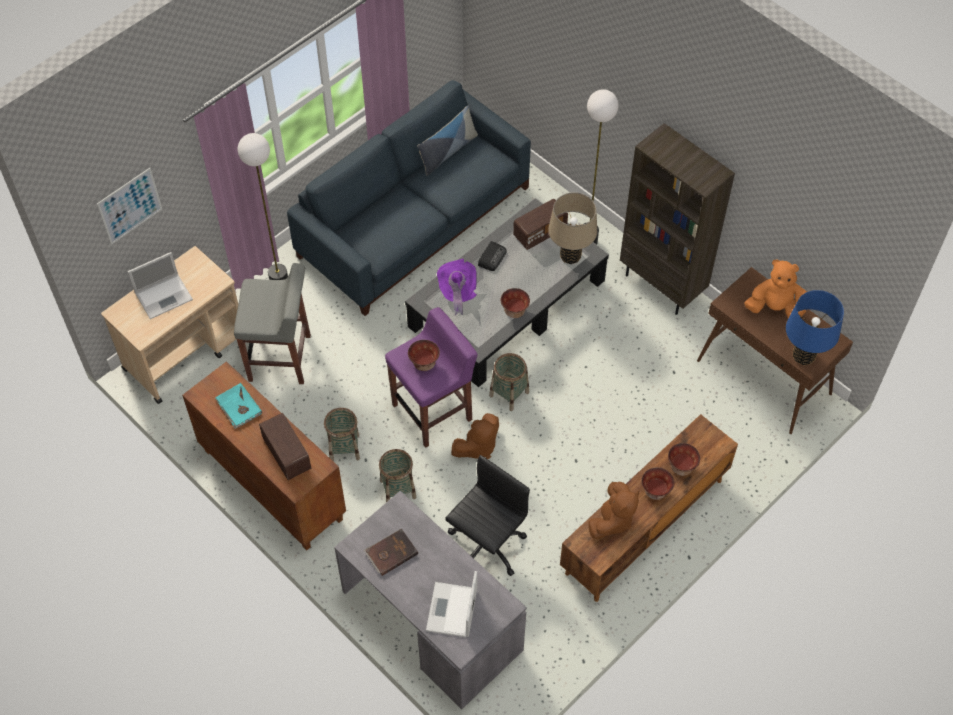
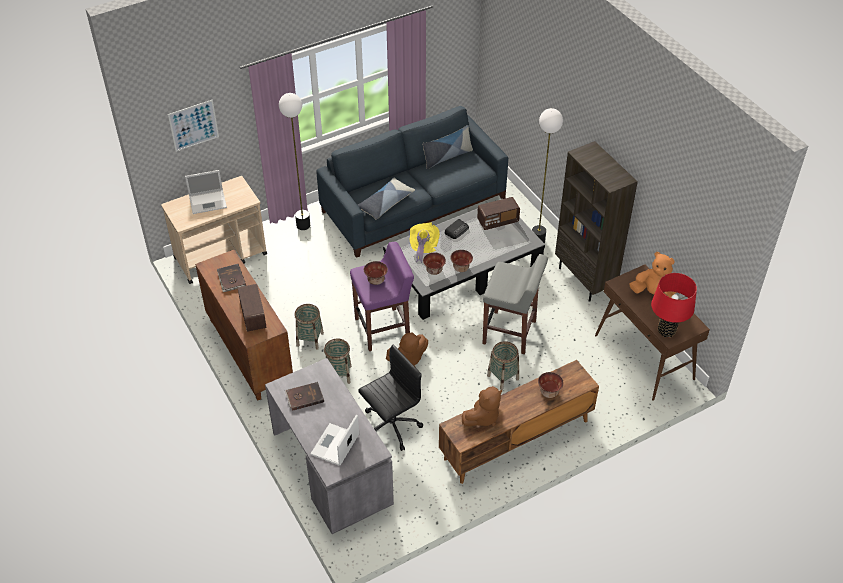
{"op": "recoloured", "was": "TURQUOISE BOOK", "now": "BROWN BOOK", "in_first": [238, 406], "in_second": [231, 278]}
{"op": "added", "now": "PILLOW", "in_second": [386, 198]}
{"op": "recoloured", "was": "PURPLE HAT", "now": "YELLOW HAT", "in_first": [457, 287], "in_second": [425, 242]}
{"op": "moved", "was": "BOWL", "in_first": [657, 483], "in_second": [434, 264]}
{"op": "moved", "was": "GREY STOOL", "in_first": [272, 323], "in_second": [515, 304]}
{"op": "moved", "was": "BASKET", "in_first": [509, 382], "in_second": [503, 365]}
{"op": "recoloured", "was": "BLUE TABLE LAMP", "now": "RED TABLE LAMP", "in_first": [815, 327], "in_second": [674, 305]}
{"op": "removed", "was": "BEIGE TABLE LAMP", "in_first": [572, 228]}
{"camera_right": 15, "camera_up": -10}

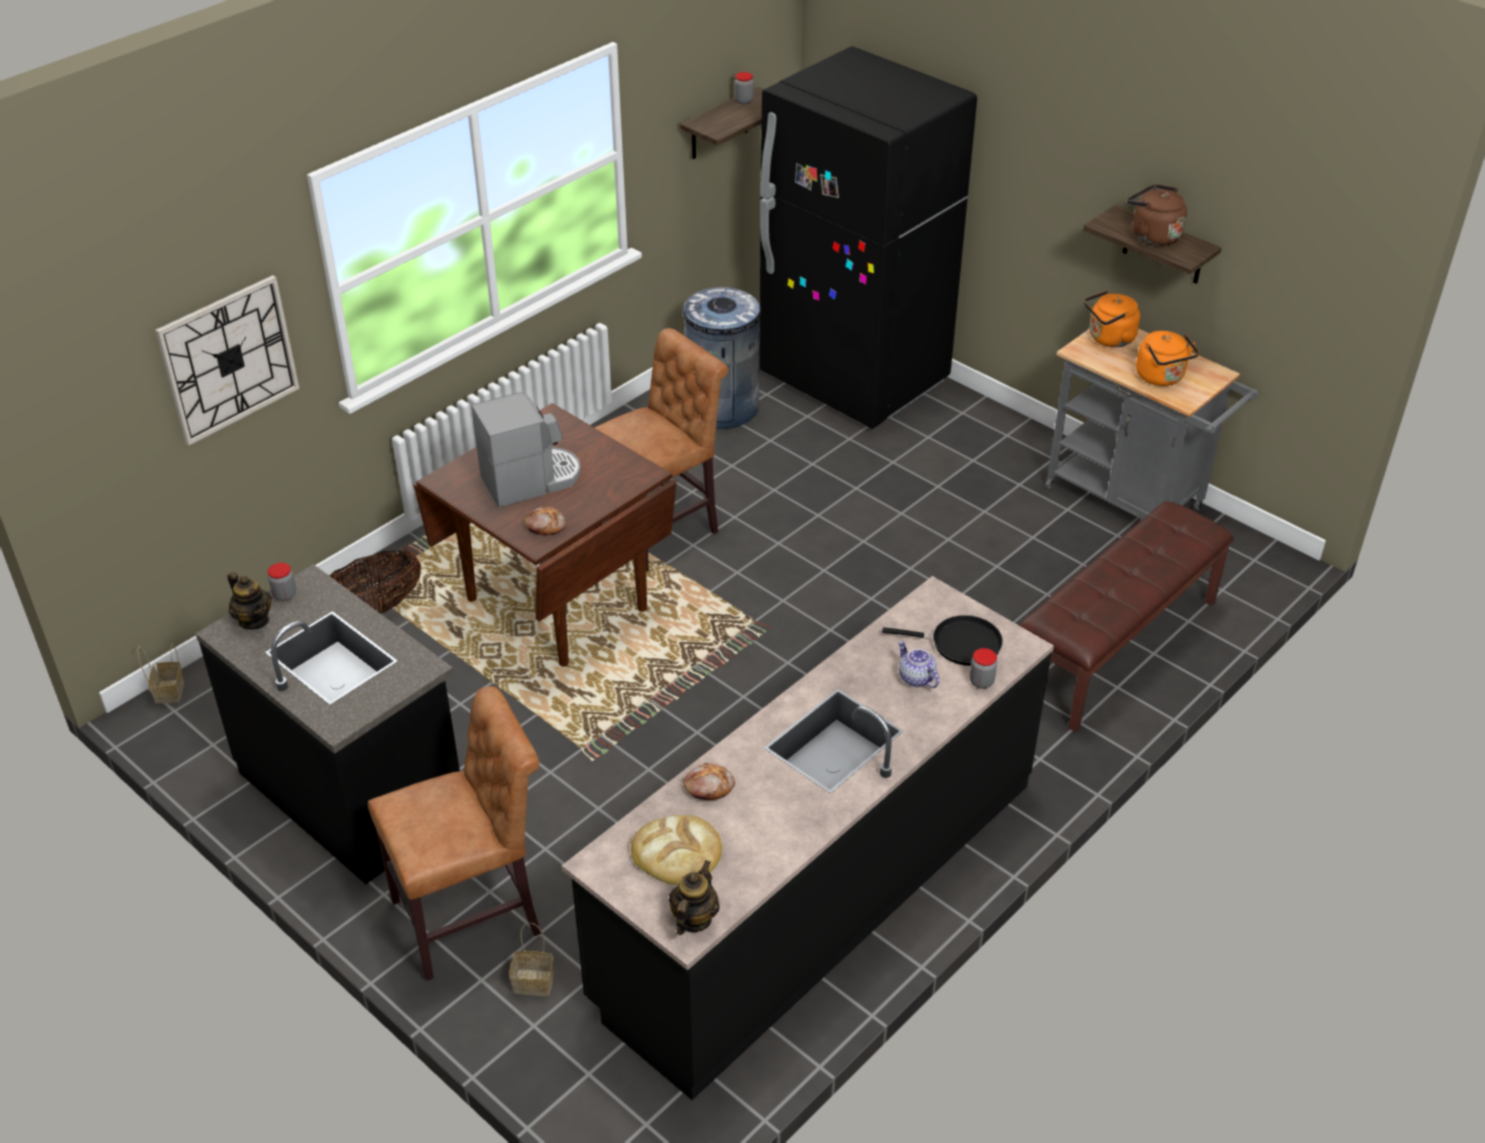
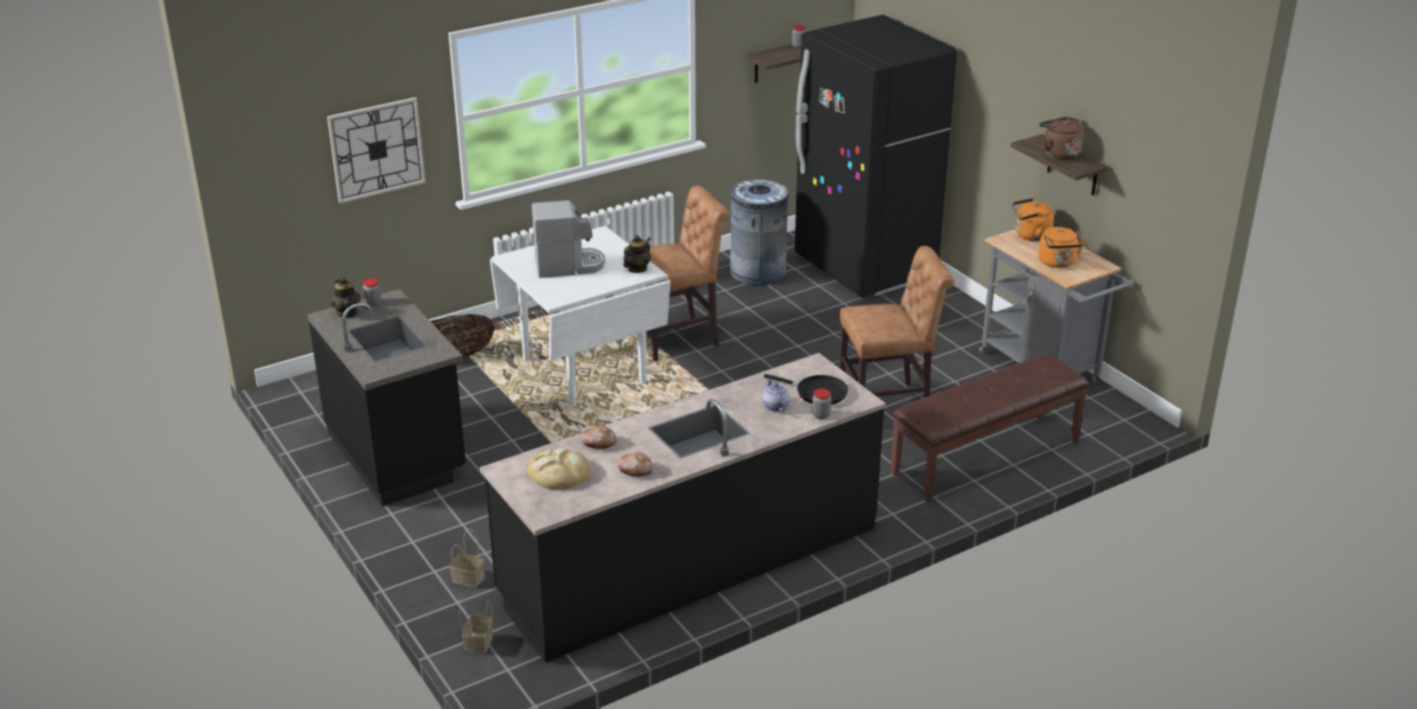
{"op": "moved", "was": "BASKET", "in_first": [161, 673], "in_second": [476, 625]}
{"op": "recoloured", "was": "BROWN DINING TABLE", "now": "WHITE DINING TABLE", "in_first": [545, 535], "in_second": [580, 316]}
{"op": "moved", "was": "BREAD", "in_first": [545, 520], "in_second": [635, 464]}
{"op": "moved", "was": "TEAPOT", "in_first": [694, 897], "in_second": [637, 254]}
{"op": "moved", "was": "BROWN CHAIR", "in_first": [454, 833], "in_second": [896, 322]}
{"camera_right": 15, "camera_up": -10}

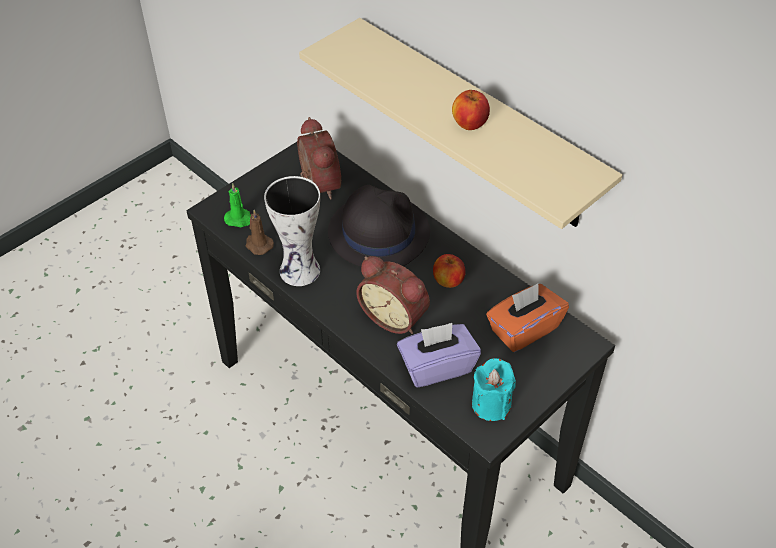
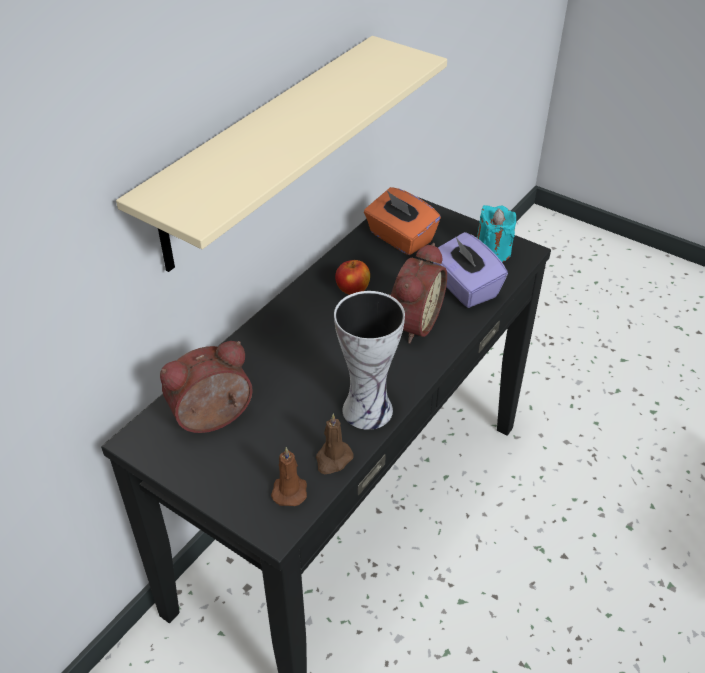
{"op": "recoloured", "was": "GREEN CANDLE", "now": "BROWN CANDLE", "in_first": [237, 205], "in_second": [289, 476]}
{"op": "removed", "was": "BLACK HAT", "in_first": [379, 225]}
{"op": "removed", "was": "APPLE", "in_first": [471, 110]}
{"camera_right": -100, "camera_up": -5}

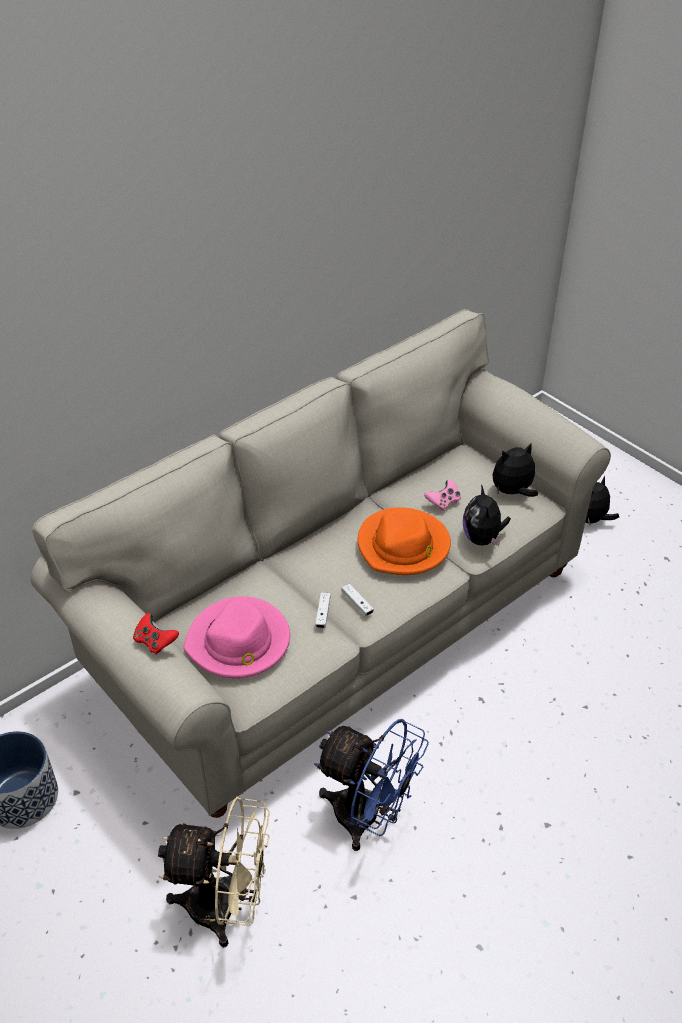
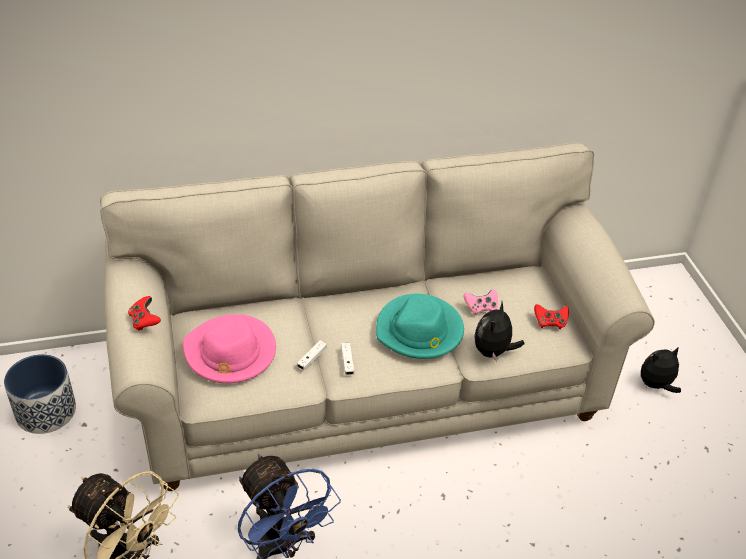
{"op": "recoloured", "was": "ORANGE HAT", "now": "TURQUOISE HAT", "in_first": [404, 541], "in_second": [420, 326]}
{"op": "replaced", "was": "PLUSH TOY", "now": "RED GAME CONTROLLER", "in_first": [515, 469], "in_second": [551, 316]}
{"camera_right": 25, "camera_up": 0}

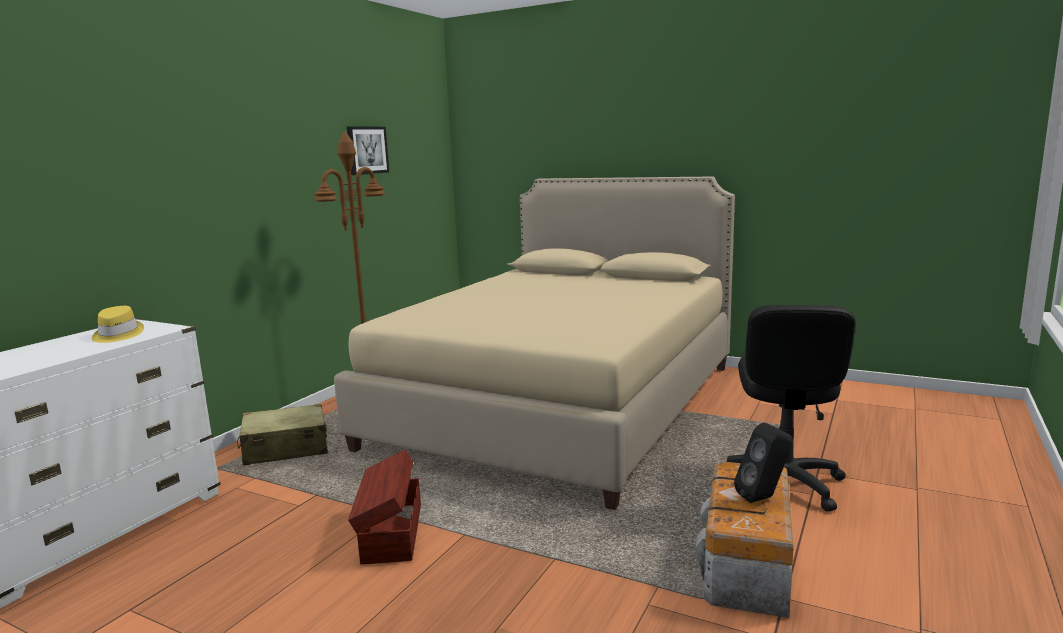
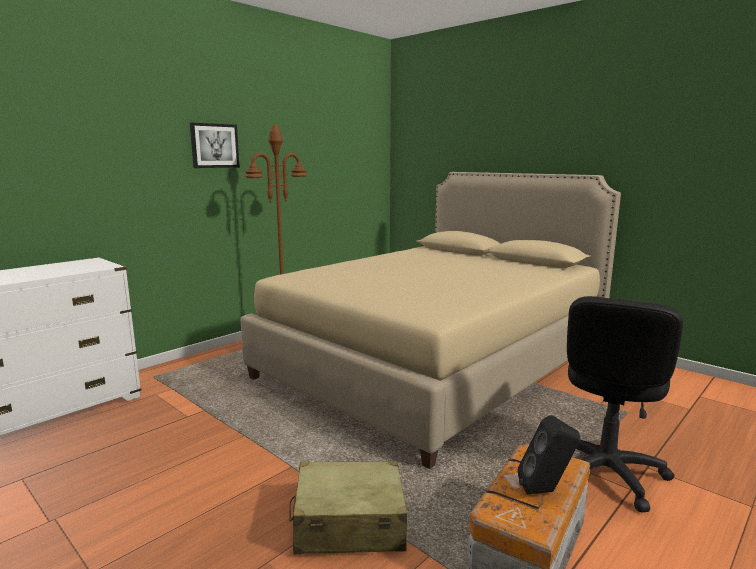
{"op": "moved", "was": "PICTURE", "in_first": [368, 150], "in_second": [214, 145]}
{"op": "moved", "was": "BEIGE SUITCASE", "in_first": [282, 435], "in_second": [348, 508]}
{"op": "removed", "was": "YELLOW HAT", "in_first": [118, 324]}
{"op": "removed", "was": "BROWN STORAGE BOX", "in_first": [384, 506]}
{"camera_right": 15, "camera_up": 0}

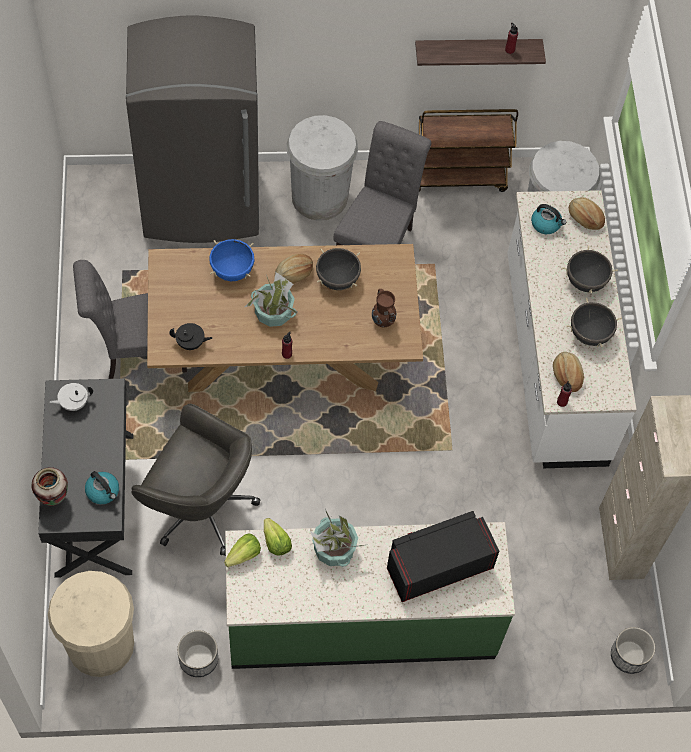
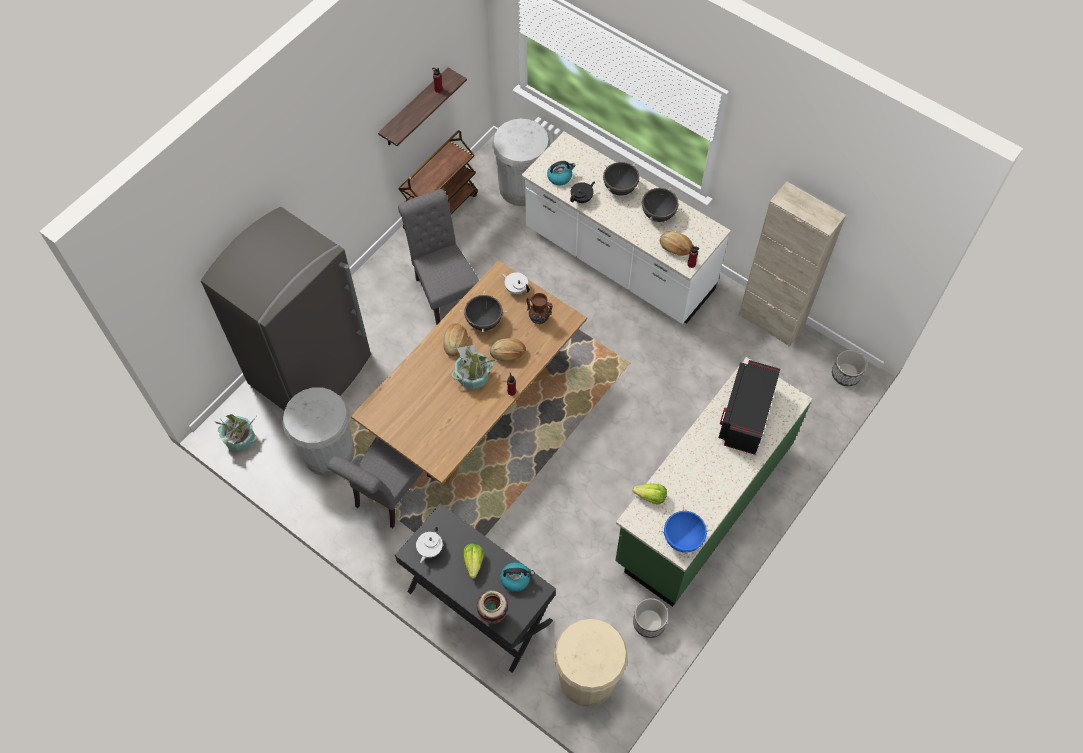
{"op": "moved", "was": "POTTED PLANT", "in_first": [339, 538], "in_second": [235, 433]}
{"op": "moved", "was": "WHITE TRASH CAN", "in_first": [322, 168], "in_second": [318, 431]}
{"op": "moved", "was": "LETTUCE", "in_first": [242, 550], "in_second": [473, 561]}
{"op": "moved", "was": "BREAD", "in_first": [587, 213], "in_second": [508, 349]}
{"op": "added", "now": "WHITE TEAPOT", "in_second": [515, 283]}
{"op": "moved", "was": "BLACK TEAPOT", "in_first": [191, 336], "in_second": [582, 192]}
{"op": "moved", "was": "BLUE COOKING POT", "in_first": [232, 260], "in_second": [685, 531]}
{"op": "removed", "was": "GREY OFFICE CHAIR", "in_first": [196, 480]}
{"camera_right": -45, "camera_up": 0}

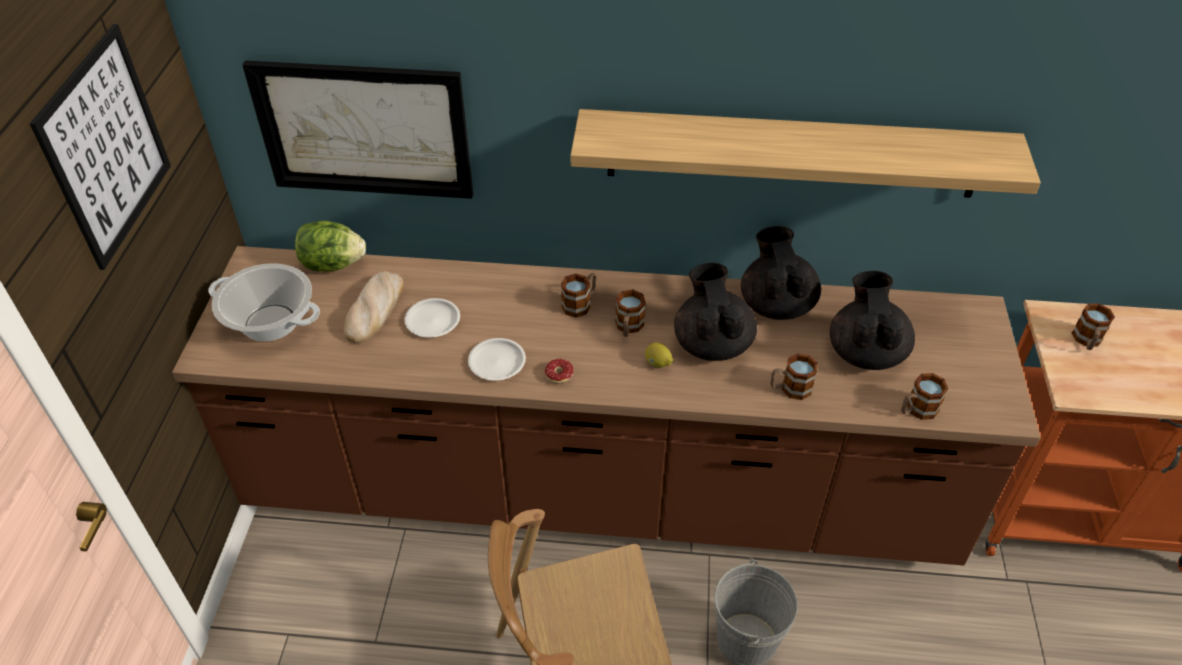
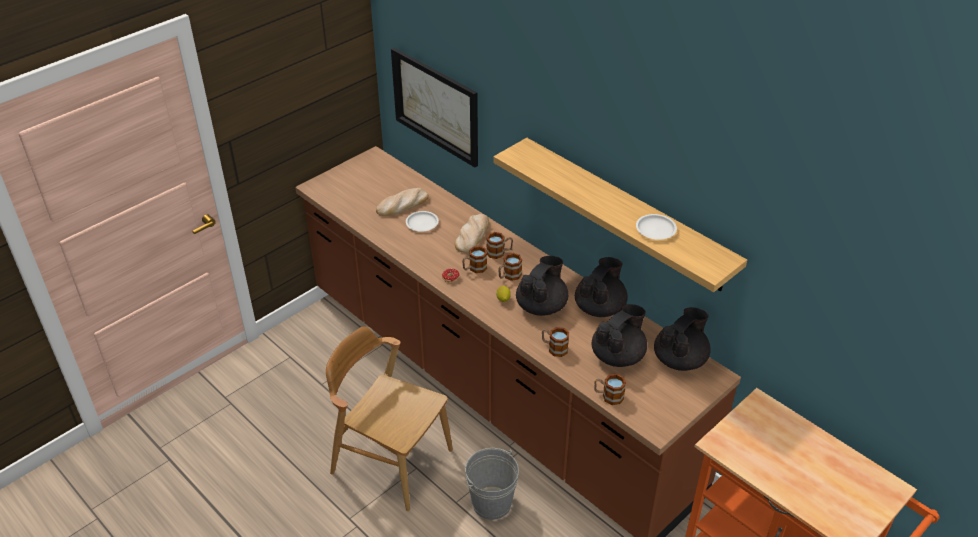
{"op": "added", "now": "BREAD", "in_second": [472, 233]}
{"op": "moved", "was": "MUG", "in_first": [1093, 326], "in_second": [474, 259]}
{"op": "moved", "was": "WHITE PLATE", "in_first": [497, 359], "in_second": [656, 227]}
{"op": "added", "now": "BLACK TEAPOT", "in_second": [682, 339]}
{"op": "removed", "was": "PICTURE", "in_first": [100, 147]}
{"op": "removed", "was": "COOKING POT", "in_first": [264, 302]}
{"op": "removed", "was": "LETTUCE", "in_first": [330, 246]}
{"camera_right": 40, "camera_up": -5}

